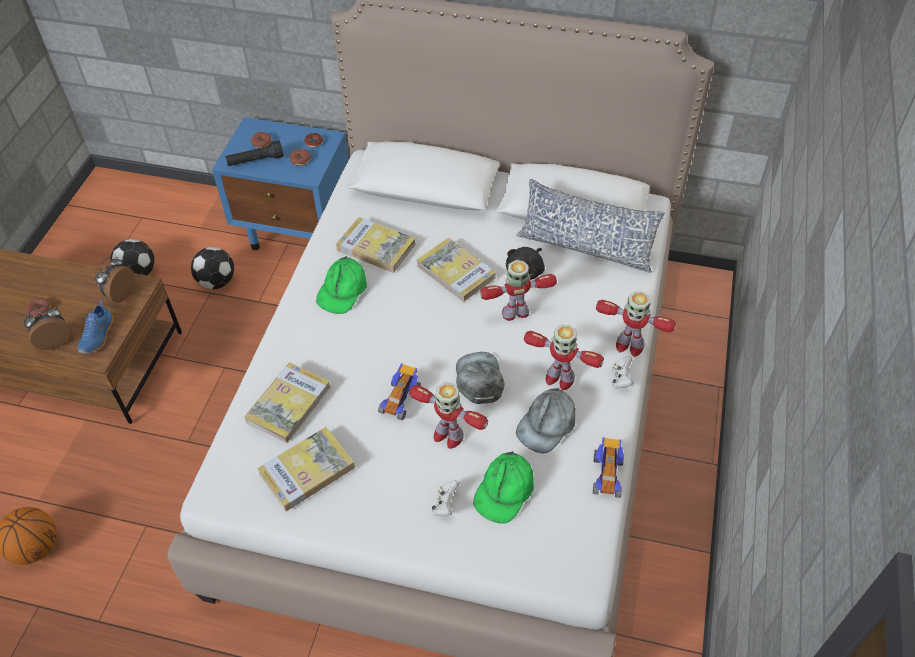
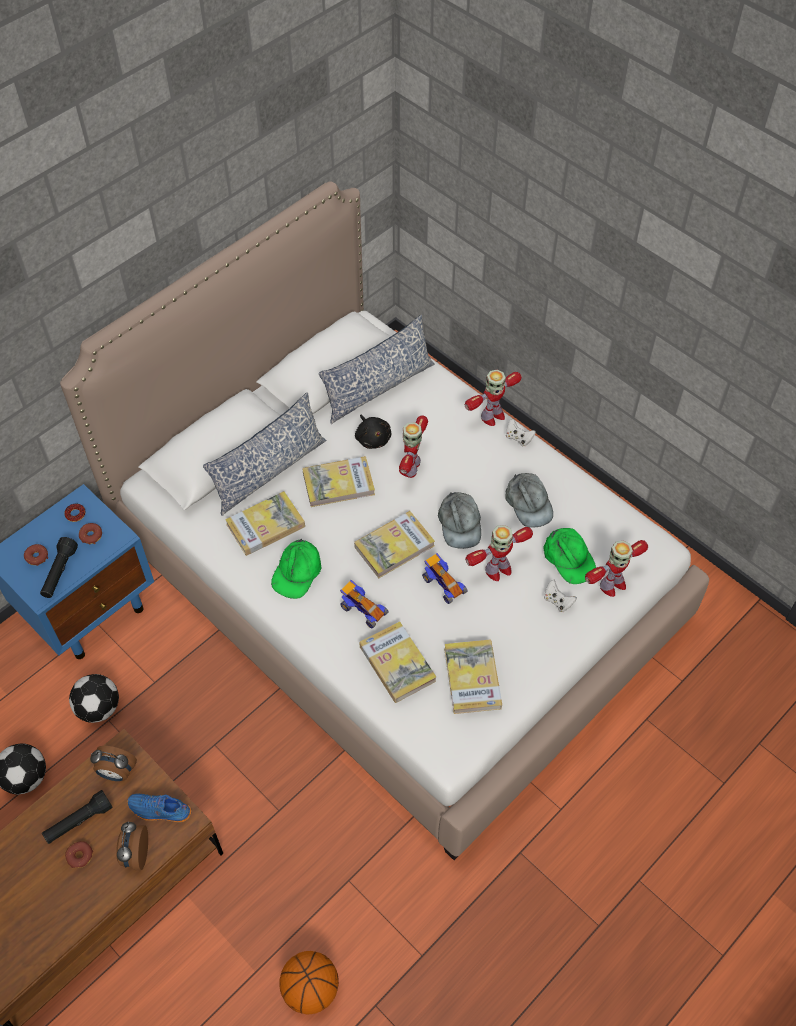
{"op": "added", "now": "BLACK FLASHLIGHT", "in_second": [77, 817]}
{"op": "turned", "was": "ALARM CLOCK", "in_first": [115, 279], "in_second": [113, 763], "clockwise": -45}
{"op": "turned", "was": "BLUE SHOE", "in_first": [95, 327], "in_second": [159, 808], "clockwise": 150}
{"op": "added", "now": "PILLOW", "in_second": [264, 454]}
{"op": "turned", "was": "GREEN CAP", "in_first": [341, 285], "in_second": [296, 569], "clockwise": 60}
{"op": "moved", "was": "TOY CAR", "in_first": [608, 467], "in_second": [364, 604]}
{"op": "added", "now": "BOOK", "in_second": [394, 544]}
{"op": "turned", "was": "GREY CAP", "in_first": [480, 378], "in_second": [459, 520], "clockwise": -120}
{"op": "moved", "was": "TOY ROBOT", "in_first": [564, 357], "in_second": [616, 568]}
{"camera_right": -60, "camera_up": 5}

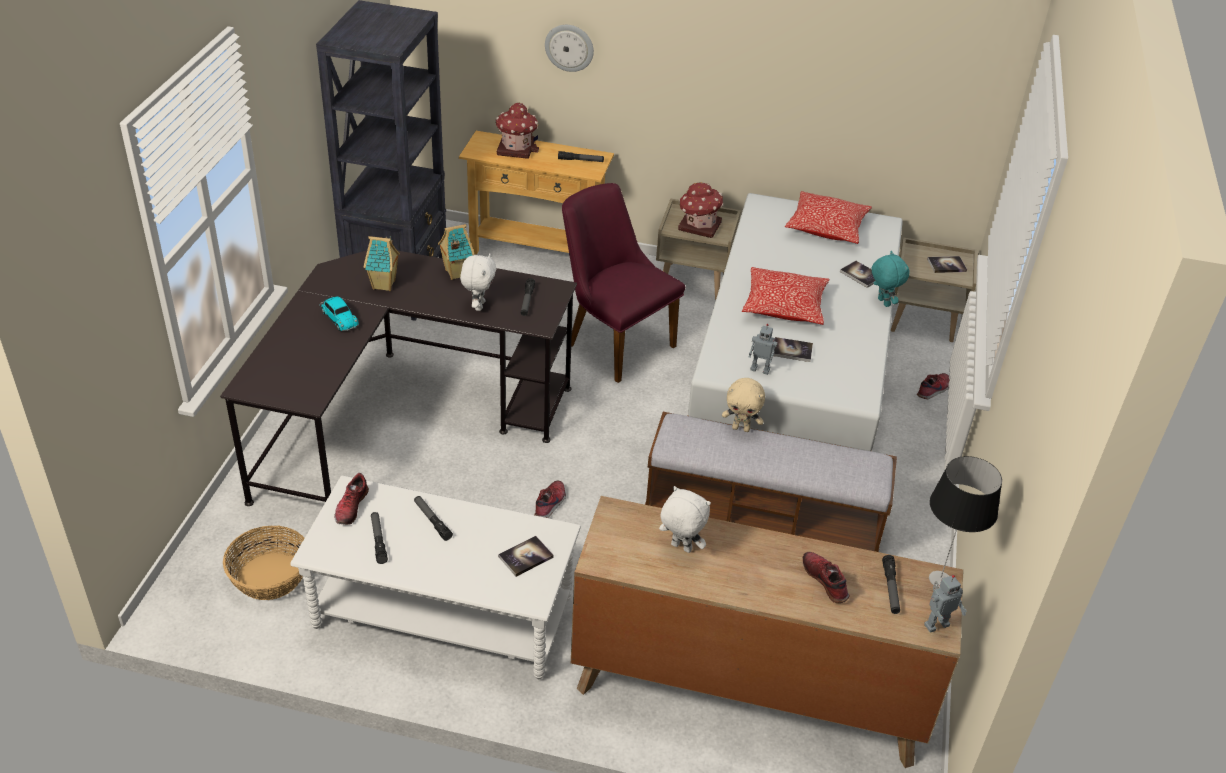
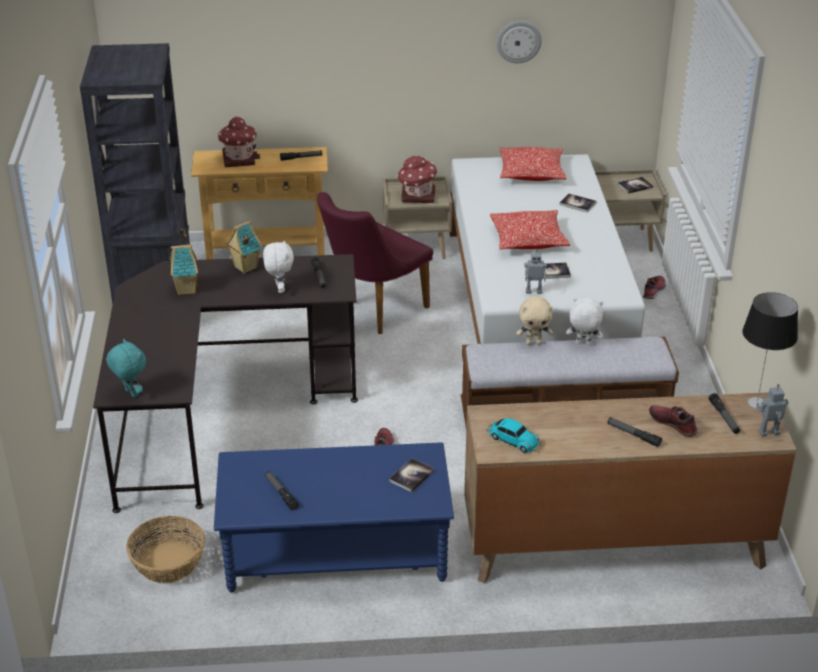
{"op": "moved", "was": "TURQUOISE PLUSH TOY", "in_first": [891, 279], "in_second": [126, 368]}
{"op": "recoloured", "was": "WHITE COFFEE TABLE", "now": "BLUE COFFEE TABLE", "in_first": [435, 577], "in_second": [334, 517]}
{"op": "turned", "was": "PURPLE CHAIR", "in_first": [623, 283], "in_second": [375, 263], "clockwise": -75}
{"op": "moved", "was": "TOY CAR", "in_first": [339, 313], "in_second": [513, 435]}
{"op": "moved", "was": "WALL CLOCK", "in_first": [569, 48], "in_second": [519, 42]}
{"op": "moved", "was": "WHITE PLUSH TOY", "in_first": [685, 519], "in_second": [584, 322]}
{"op": "moved", "was": "FLASHLIGHT", "in_first": [433, 518], "in_second": [634, 432]}
{"op": "turned", "was": "TOY ROBOT", "in_first": [945, 604], "in_second": [772, 410], "clockwise": -150}
{"op": "removed", "was": "SHOE", "in_first": [351, 499]}
{"camera_right": -15, "camera_up": -5}

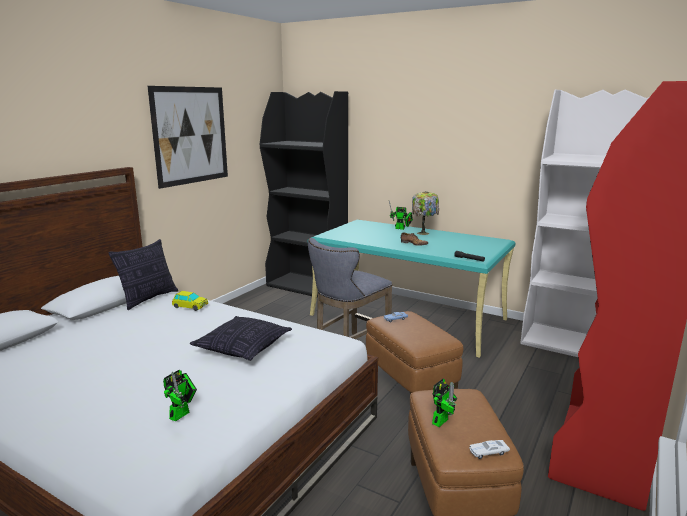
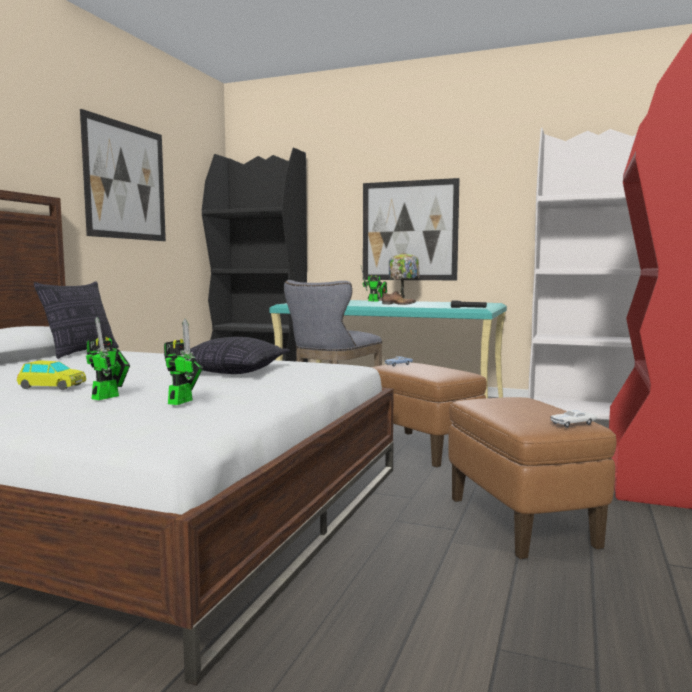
{"op": "moved", "was": "TOY CAR", "in_first": [190, 301], "in_second": [51, 375]}
{"op": "moved", "was": "TOY ROBOT", "in_first": [444, 403], "in_second": [108, 358]}
{"op": "added", "now": "PICTURE", "in_second": [411, 229]}
{"camera_right": -10, "camera_up": -10}

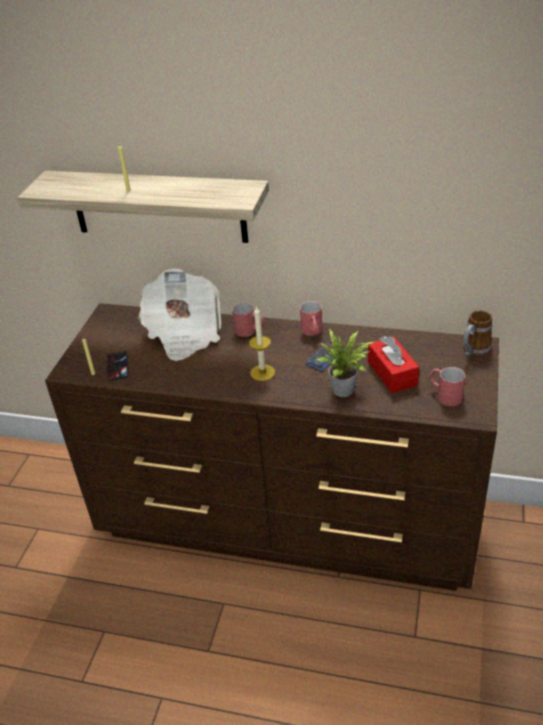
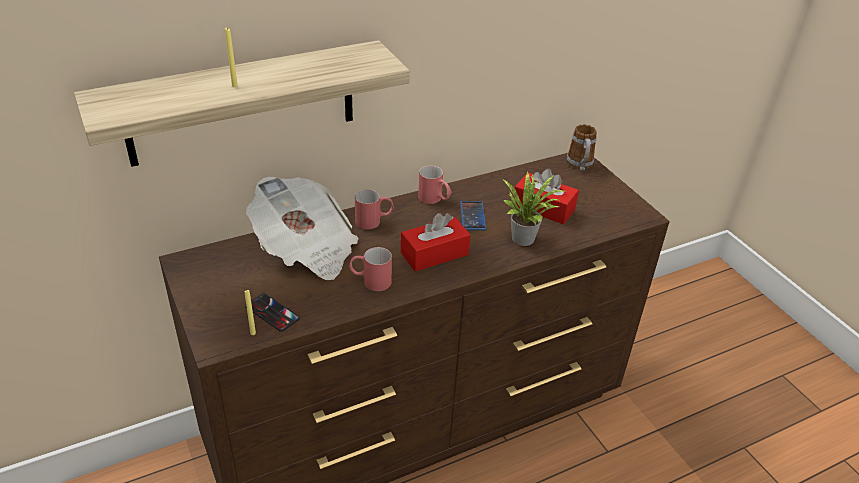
{"op": "moved", "was": "RED MUG", "in_first": [447, 386], "in_second": [370, 269]}
{"op": "replaced", "was": "CANDLE", "now": "RED TISSUE BOX", "in_first": [262, 343], "in_second": [436, 242]}
{"camera_right": -45, "camera_up": 0}

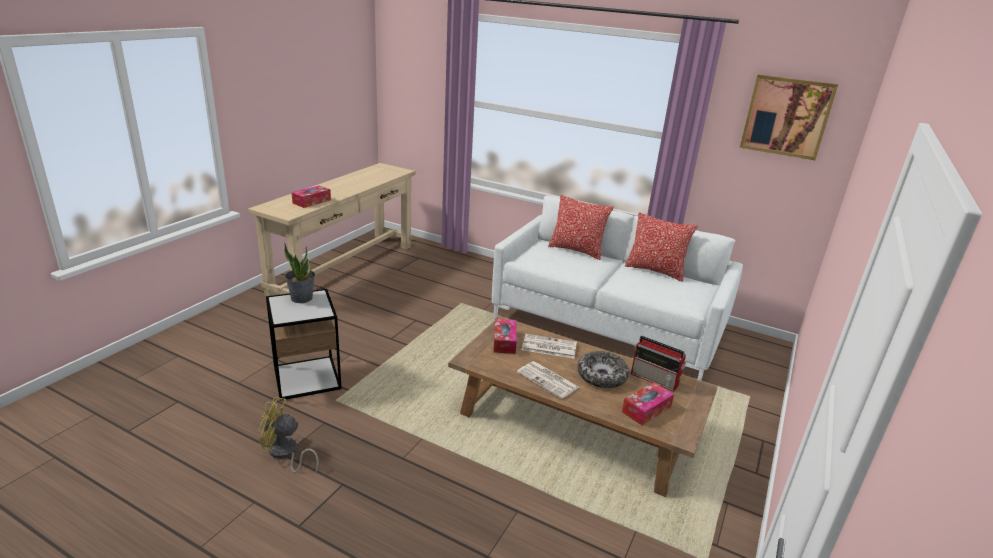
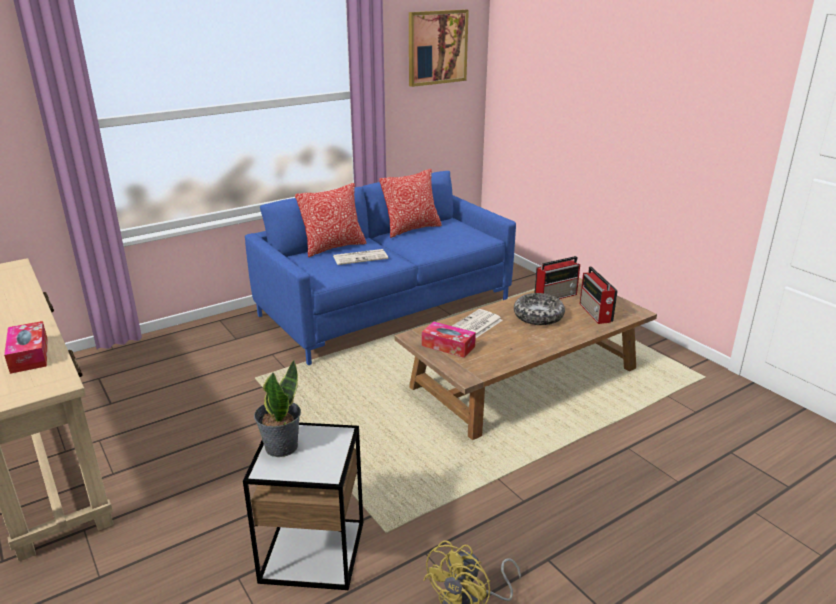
{"op": "recoloured", "was": "WHITE SOFA", "now": "BLUE SOFA", "in_first": [617, 288], "in_second": [380, 268]}
{"op": "moved", "was": "NEWSPAPER", "in_first": [548, 380], "in_second": [360, 257]}
{"op": "replaced", "was": "TISSUE BOX", "now": "RADIO", "in_first": [648, 403], "in_second": [599, 295]}
{"camera_right": -60, "camera_up": 0}

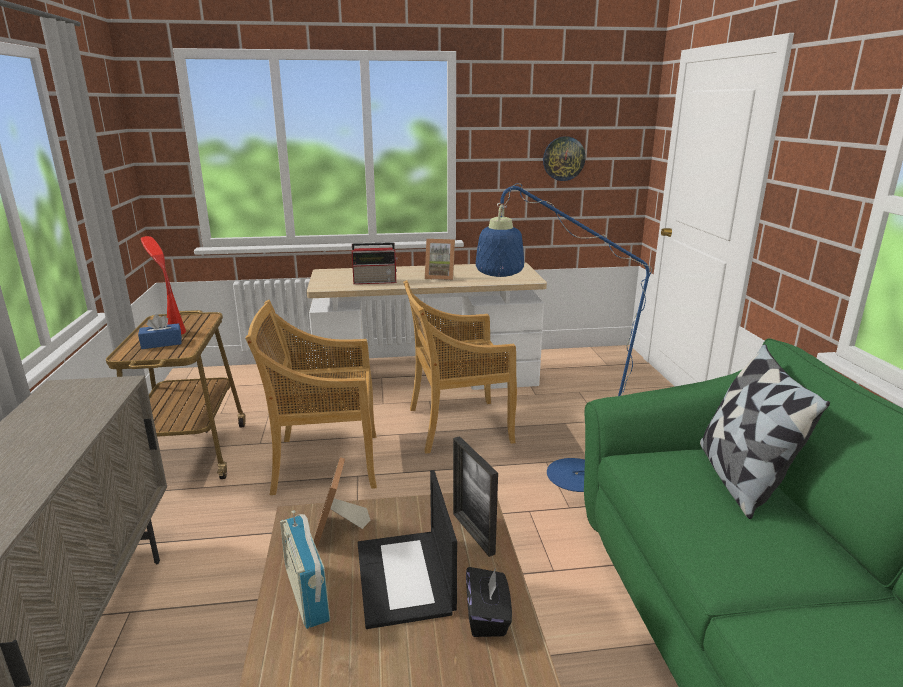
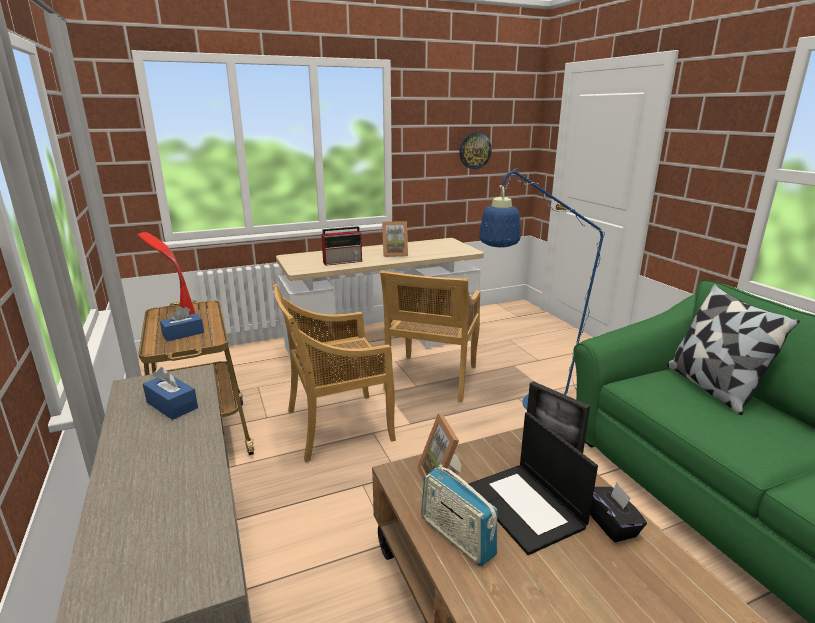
{"op": "added", "now": "BLUE TISSUE BOX", "in_second": [170, 393]}
{"op": "turned", "was": "BEIGE CHAIR", "in_first": [460, 367], "in_second": [430, 336], "clockwise": -45}
{"camera_right": -15, "camera_up": 0}

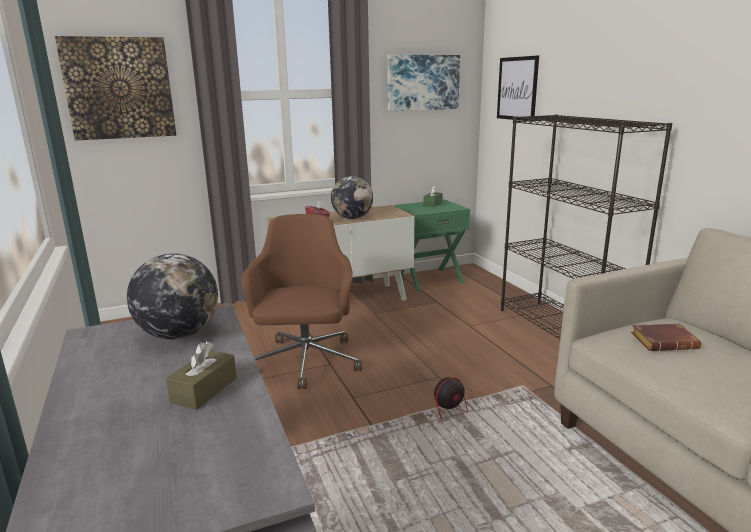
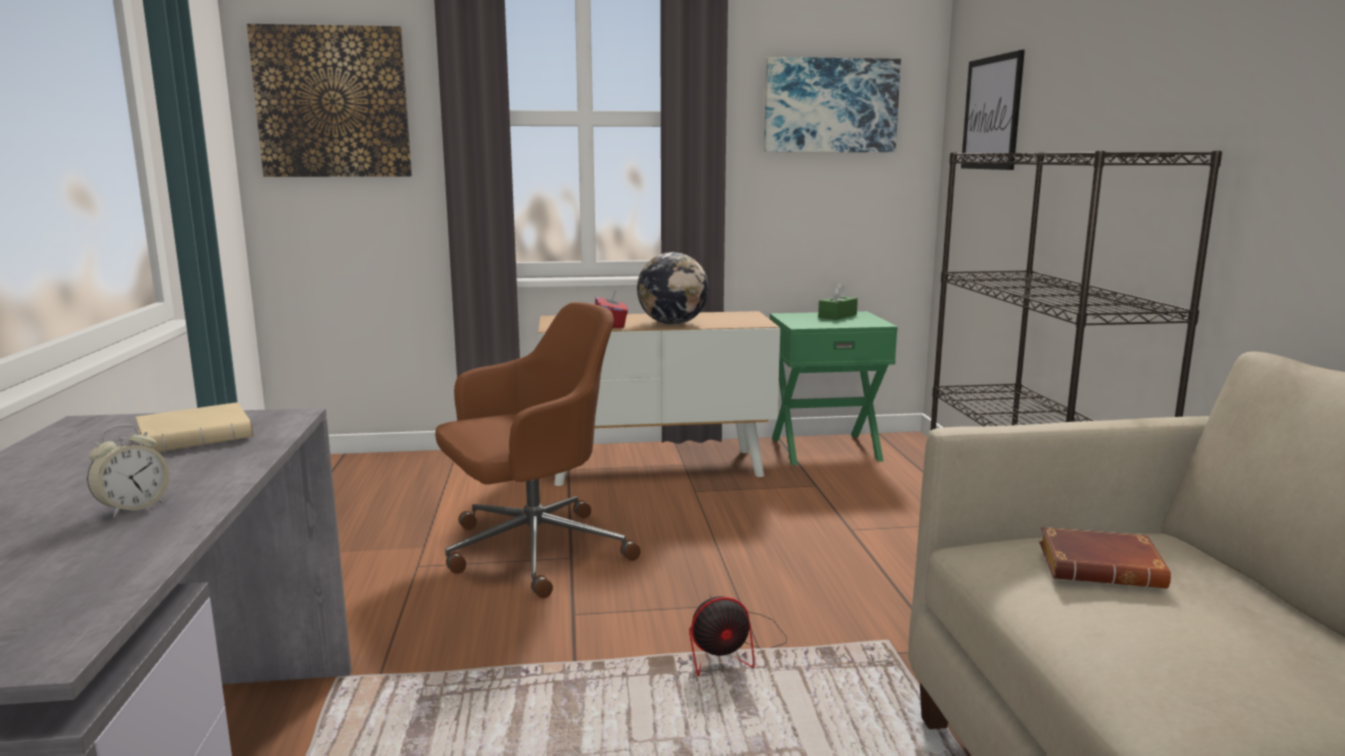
{"op": "replaced", "was": "BROWN TISSUE BOX", "now": "ALARM CLOCK", "in_first": [201, 375], "in_second": [128, 471]}
{"op": "replaced", "was": "GLOBE", "now": "BEIGE BOOK", "in_first": [172, 296], "in_second": [194, 427]}
{"op": "turned", "was": "BROWN OFFICE CHAIR", "in_first": [301, 301], "in_second": [537, 450], "clockwise": 45}
{"camera_right": 15, "camera_up": -5}

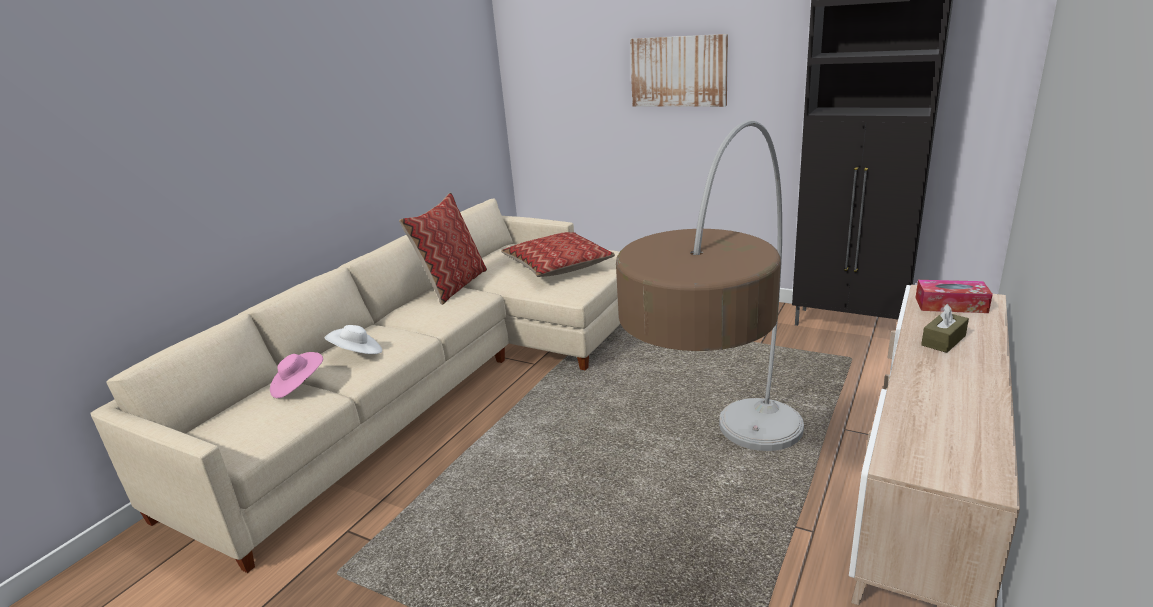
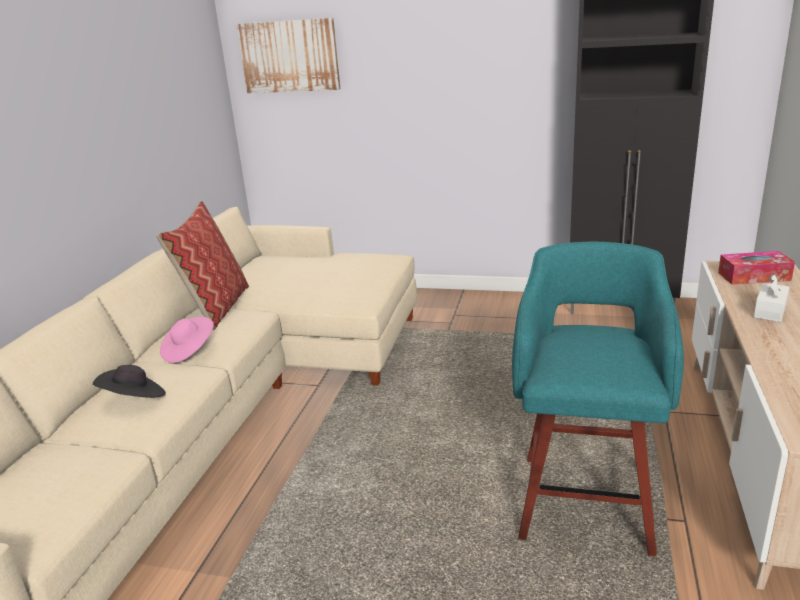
{"op": "recoloured", "was": "WHITE HAT", "now": "BLACK HAT", "in_first": [353, 339], "in_second": [129, 381]}
{"op": "moved", "was": "PINK HAT", "in_first": [296, 375], "in_second": [187, 340]}
{"op": "moved", "was": "PICTURE", "in_first": [679, 70], "in_second": [288, 55]}
{"op": "replaced", "was": "FLOOR LAMP", "now": "TURQUOISE STOOL", "in_first": [710, 285], "in_second": [598, 399]}
{"op": "recoloured", "was": "BROWN TISSUE BOX", "now": "WHITE TISSUE BOX", "in_first": [945, 328], "in_second": [772, 298]}
{"op": "removed", "was": "PILLOW", "in_first": [558, 254]}
{"camera_right": -15, "camera_up": 0}

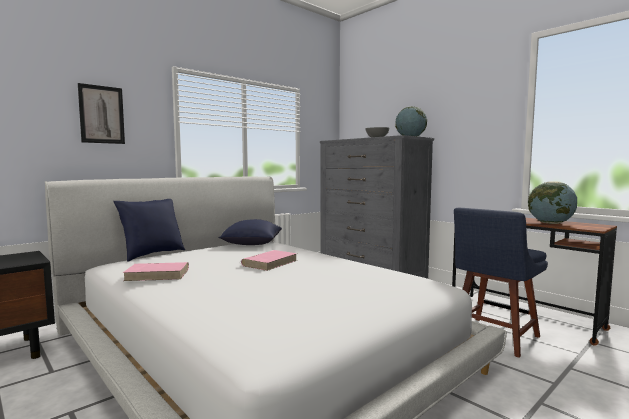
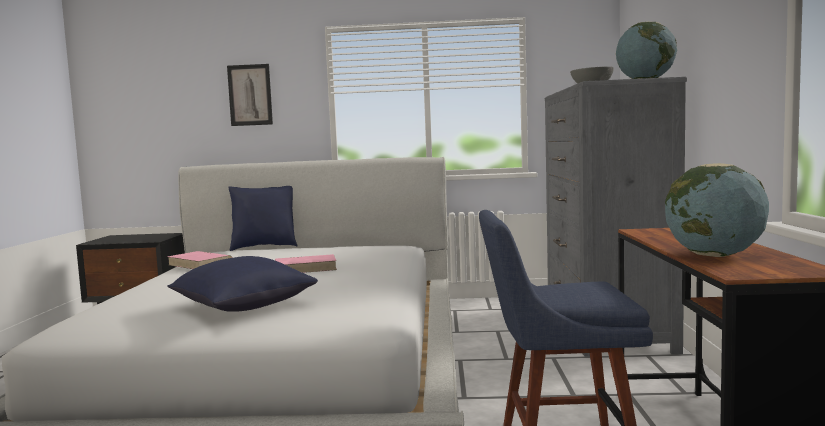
{"op": "moved", "was": "BLUE PILLOW", "in_first": [250, 232], "in_second": [242, 284]}
{"camera_right": 45, "camera_up": 0}

